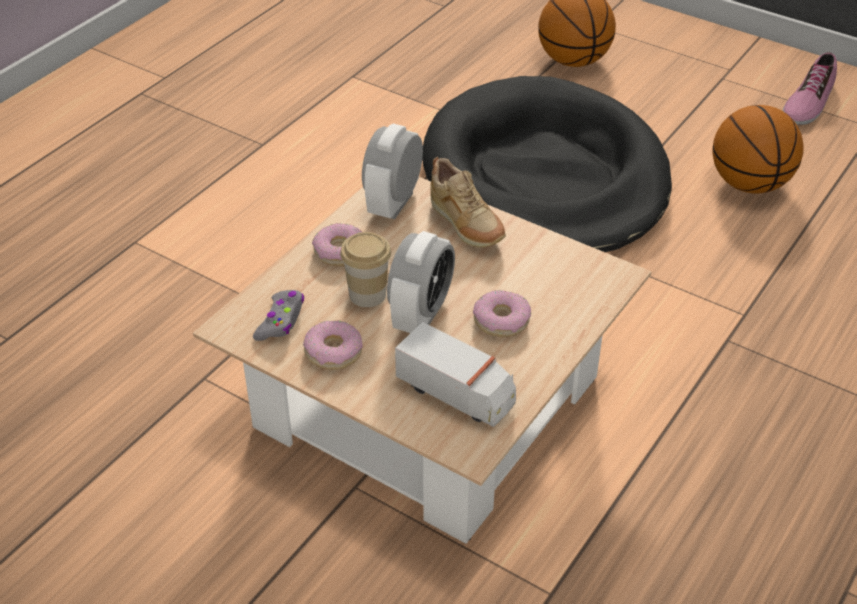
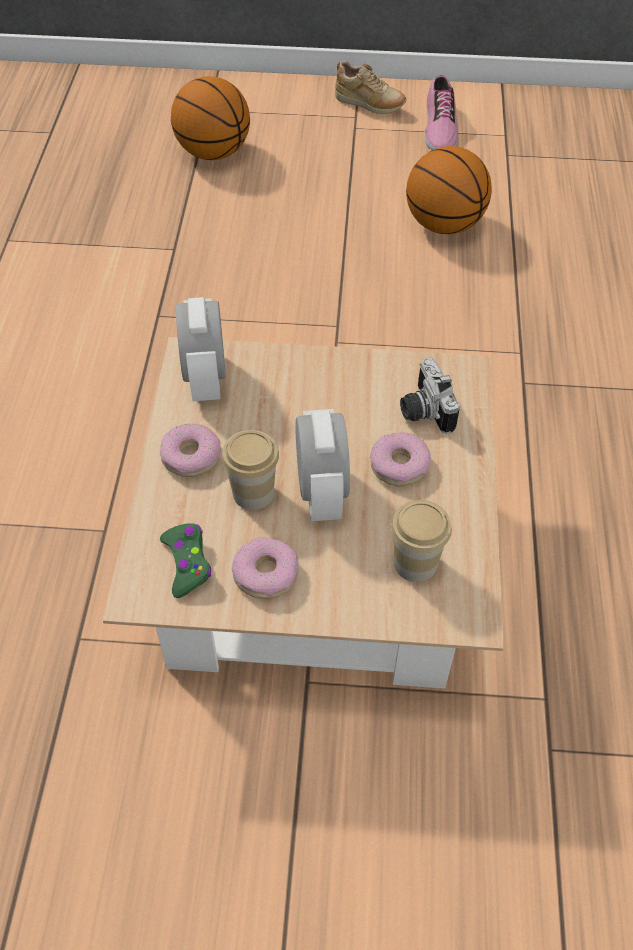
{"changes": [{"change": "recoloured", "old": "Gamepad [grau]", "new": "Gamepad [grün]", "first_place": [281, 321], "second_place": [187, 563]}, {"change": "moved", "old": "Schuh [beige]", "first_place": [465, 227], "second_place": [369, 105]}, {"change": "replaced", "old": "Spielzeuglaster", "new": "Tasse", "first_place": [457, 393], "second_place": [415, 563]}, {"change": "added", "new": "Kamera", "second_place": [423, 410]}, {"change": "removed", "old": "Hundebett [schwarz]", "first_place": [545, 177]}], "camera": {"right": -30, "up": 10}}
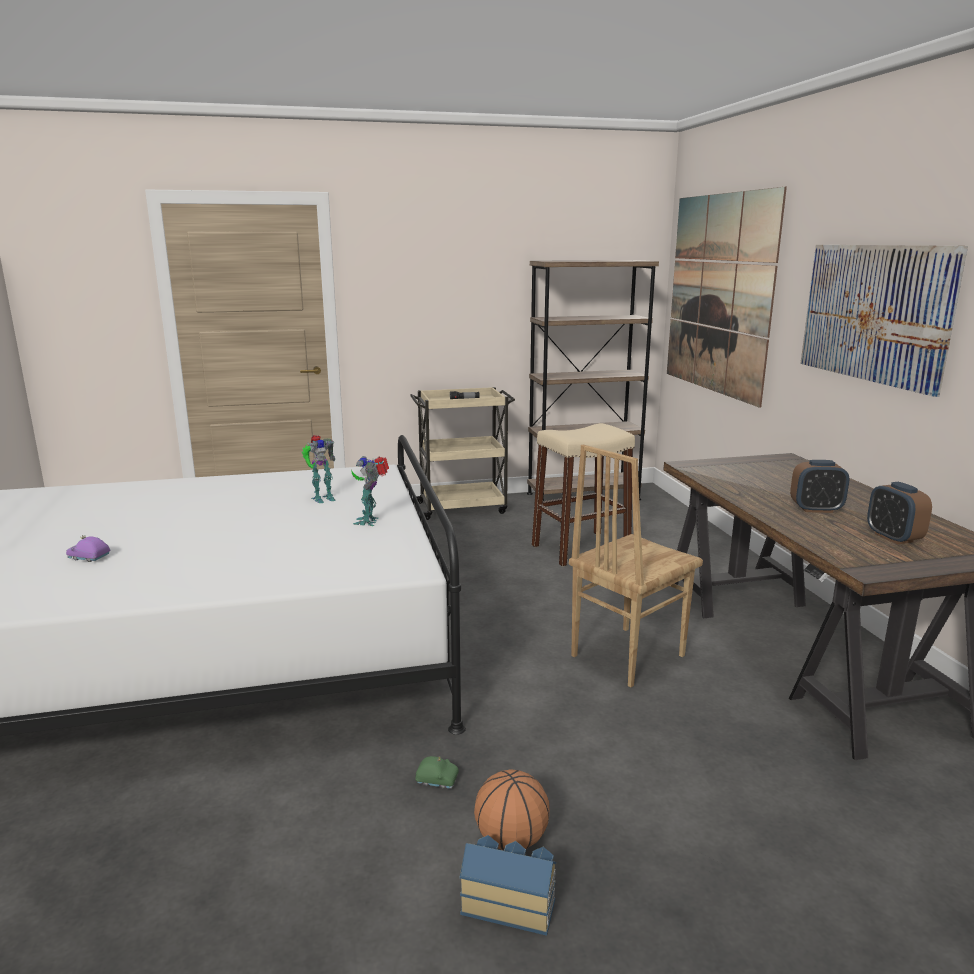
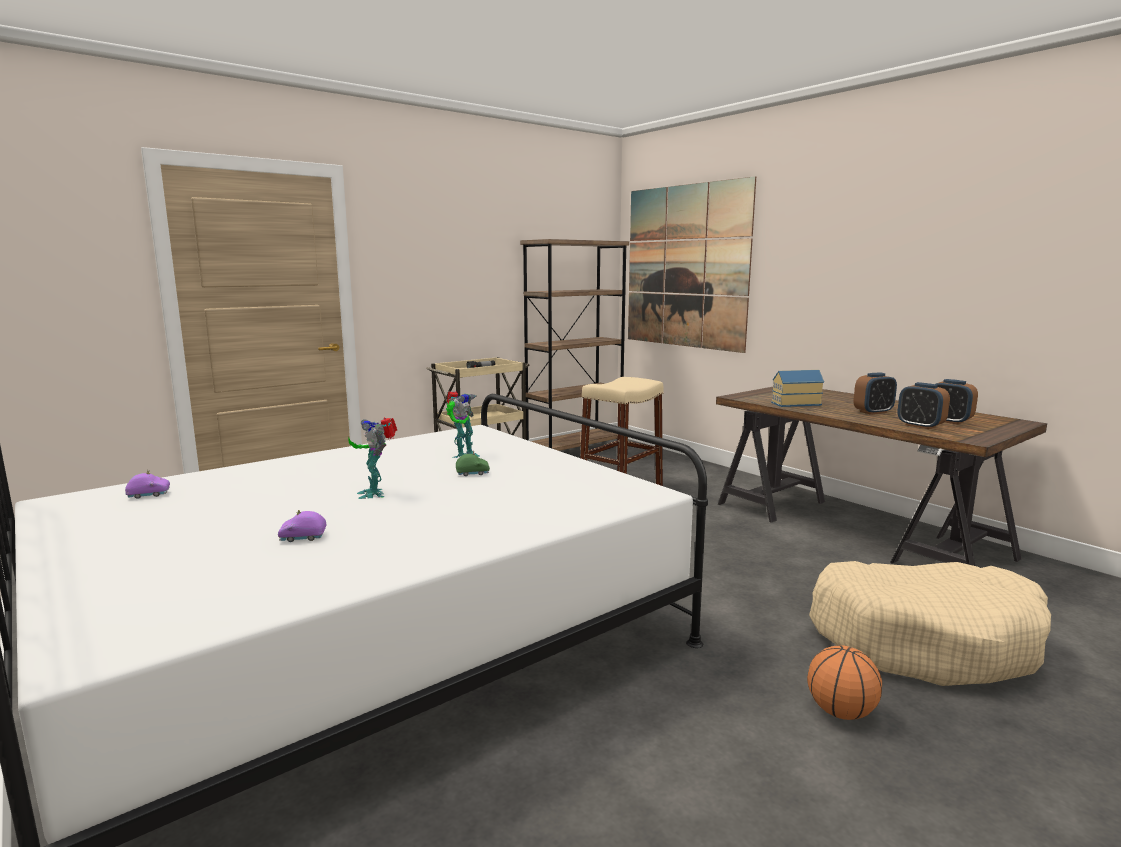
{"changes": [{"change": "added", "new": "Spielzeugauto [lila]", "second_place": [149, 494]}, {"change": "moved", "old": "Spielzeugroboter", "first_place": [370, 521], "second_place": [375, 493]}, {"change": "moved", "old": "Spielzeugauto [grün]", "first_place": [437, 780], "second_place": [472, 473]}, {"change": "moved", "old": "Spielzeughaus", "first_place": [508, 902], "second_place": [794, 403]}, {"change": "added", "new": "Hundebett [beige]", "second_place": [924, 640]}, {"change": "added", "new": "Wecker", "second_place": [920, 426]}, {"change": "removed", "old": "Stuhl [braun]", "first_place": [625, 655]}, {"change": "removed", "old": "Bild", "first_place": [874, 313]}], "camera": {"right": -25, "up": -5}}
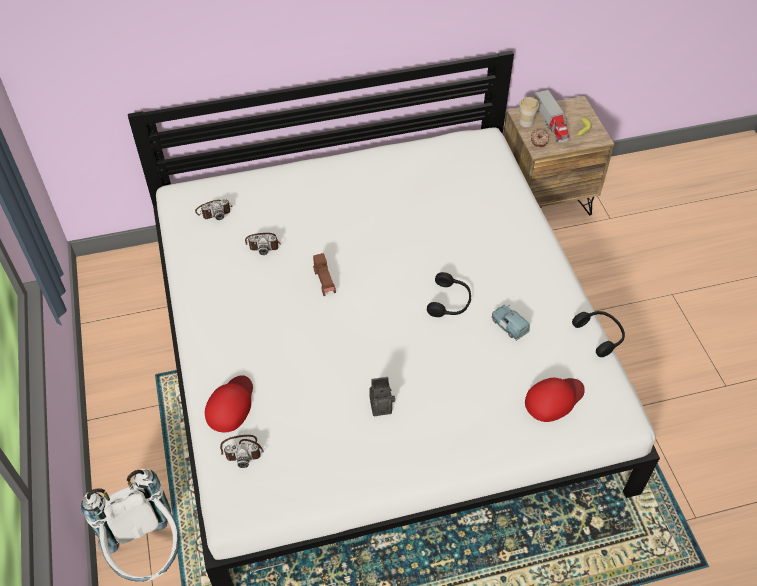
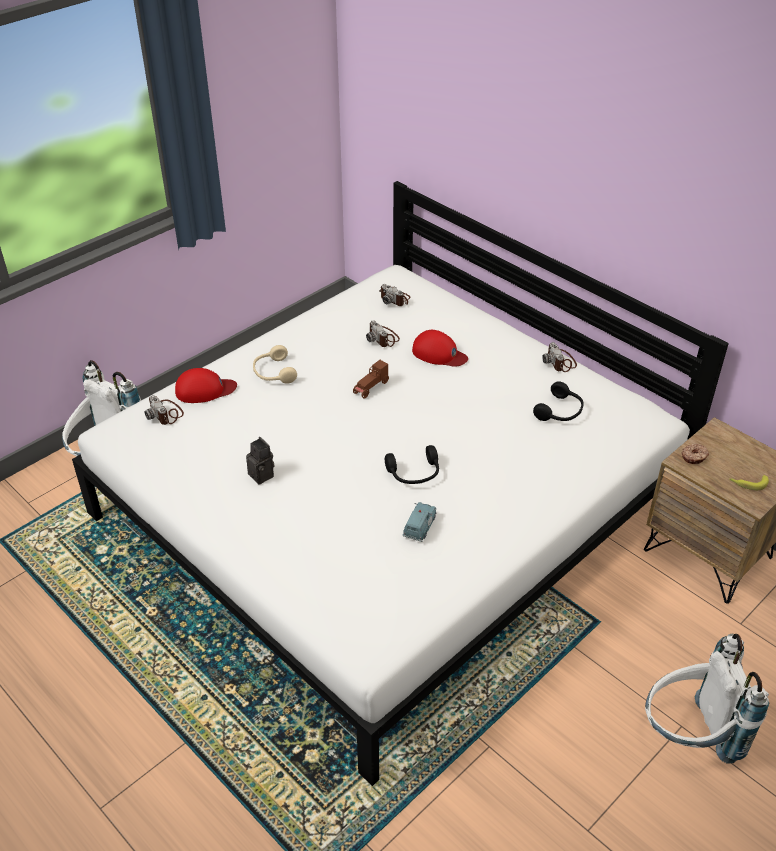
{"changes": [{"change": "added", "new": "Kopfhörer [beige]", "second_place": [273, 373]}, {"change": "moved", "old": "Kappe [rot]", "first_place": [554, 399], "second_place": [439, 354]}, {"change": "moved", "old": "Kopfhörer [schwarz]", "first_place": [600, 335], "second_place": [560, 411]}, {"change": "added", "new": "Kamera", "second_place": [560, 362]}, {"change": "added", "new": "Rucksack [weiß]", "second_place": [689, 736]}, {"change": "removed", "old": "Tasse", "first_place": [526, 122]}, {"change": "removed", "old": "Spielzeuglaster", "first_place": [551, 123]}], "camera": {"right": 60, "up": -10}}
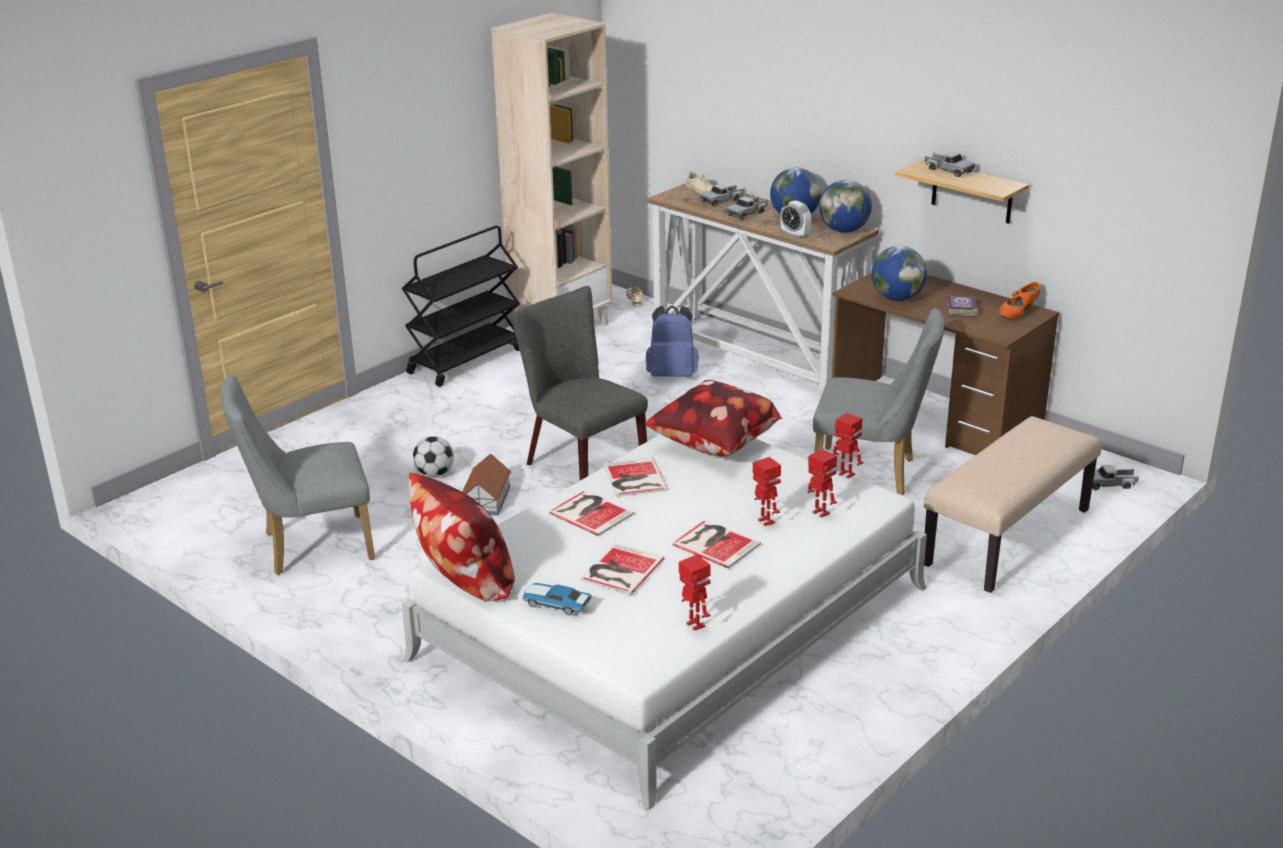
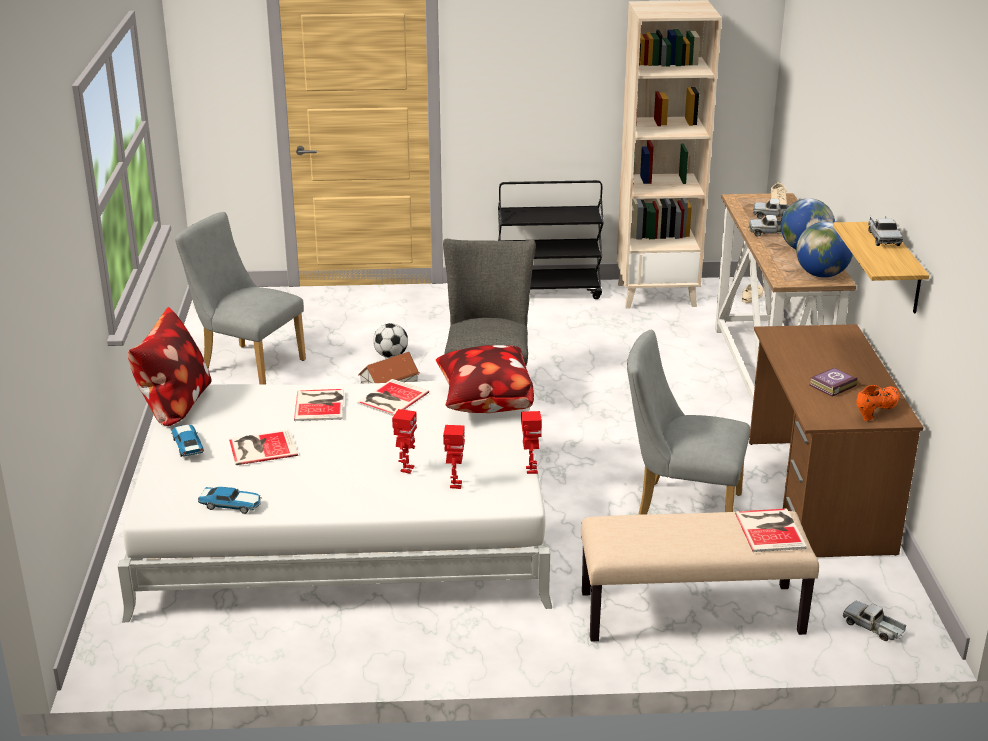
{"changes": [{"change": "replaced", "old": "Spielzeugroboter", "new": "Spielzeugauto", "first_place": [694, 625], "second_place": [231, 505]}, {"change": "turned", "old": "Stuhl [grau]", "first_place": [872, 473], "second_place": [680, 508], "degrees": 135}, {"change": "moved", "old": "Buch", "first_place": [715, 543], "second_place": [771, 529]}, {"change": "turned", "old": "Schuh [orange]", "first_place": [1017, 314], "second_place": [876, 411], "degrees": 135}, {"change": "removed", "old": "Rucksack [blau]", "first_place": [672, 374]}, {"change": "removed", "old": "Wecker", "first_place": [795, 235]}, {"change": "removed", "old": "Globus", "first_place": [897, 298]}], "camera": {"right": 45, "up": 0}}
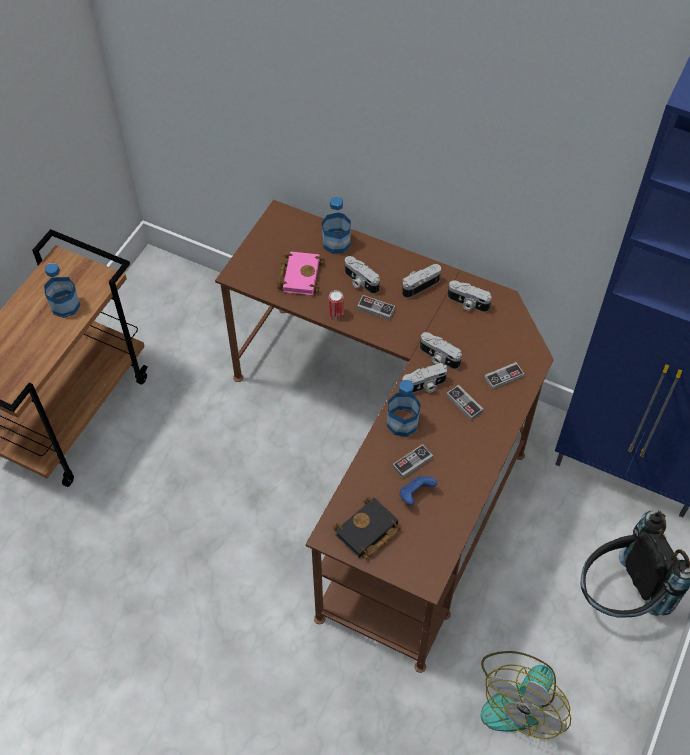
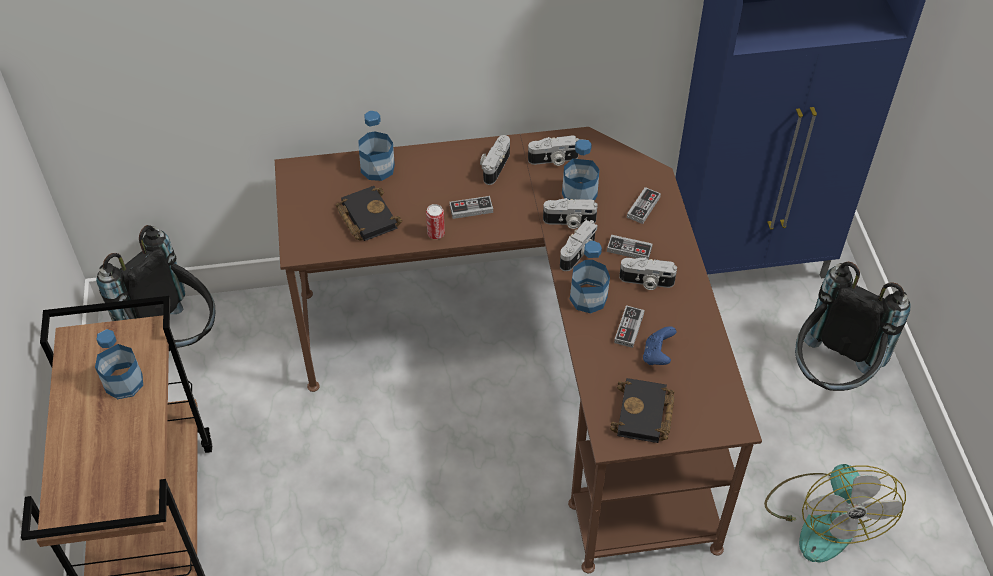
{"changes": [{"change": "added", "new": "Rucksack [schwarz]", "second_place": [176, 339]}, {"change": "recoloured", "old": "Buch [rosa]", "new": "Buch [schwarz]", "first_place": [299, 275], "second_place": [366, 217]}, {"change": "added", "new": "Flasche", "second_place": [579, 195]}, {"change": "moved", "old": "Kamera", "first_place": [360, 282], "second_place": [646, 282]}], "camera": {"right": -35, "up": -5}}
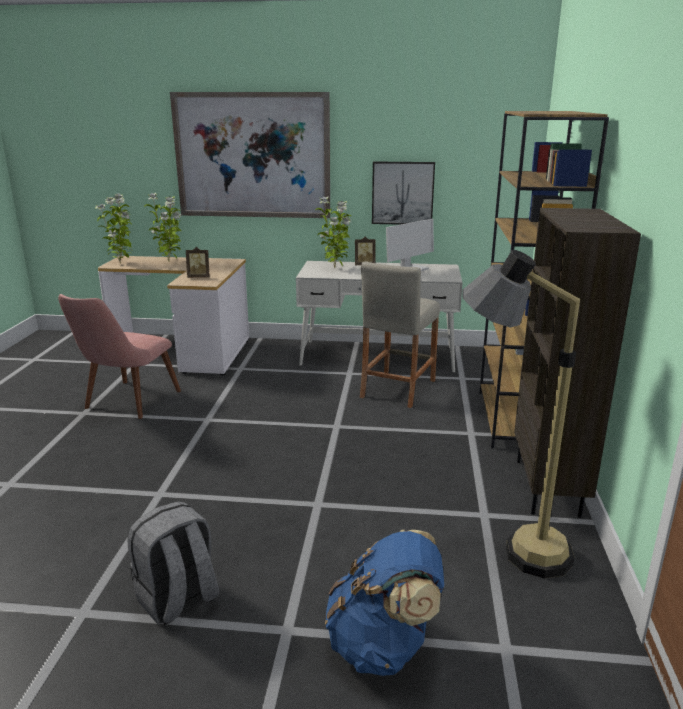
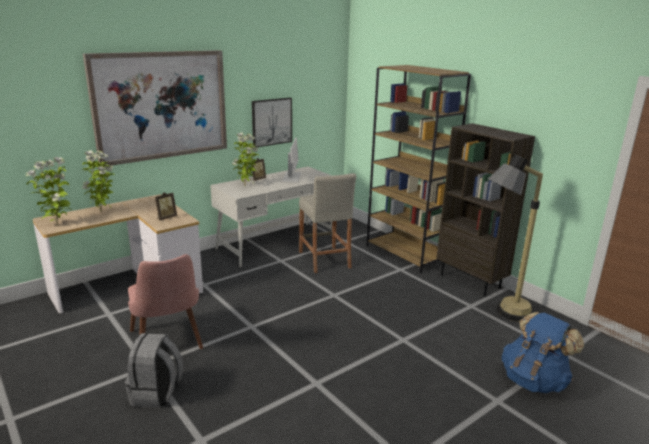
{"changes": [{"change": "moved", "old": "Rucksack [grau]", "first_place": [178, 600], "second_place": [156, 393]}], "camera": {"right": -45, "up": 0}}
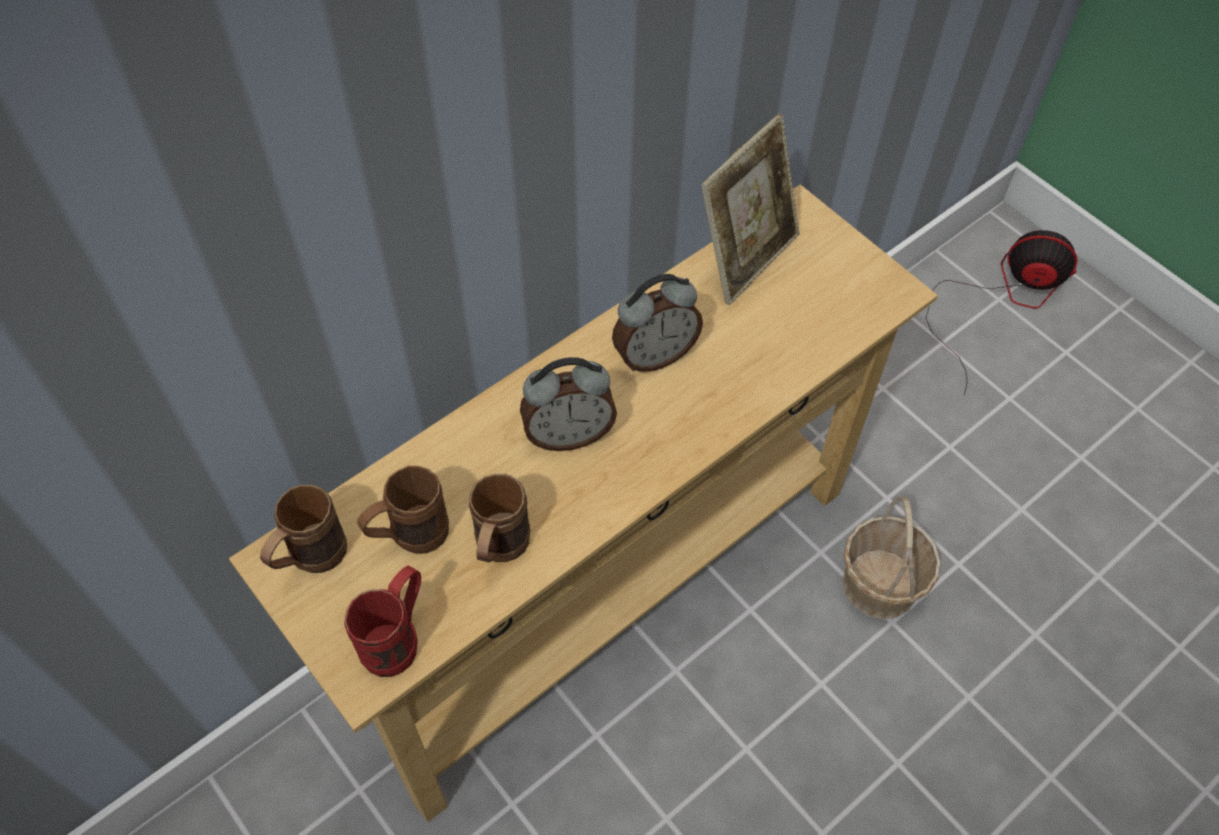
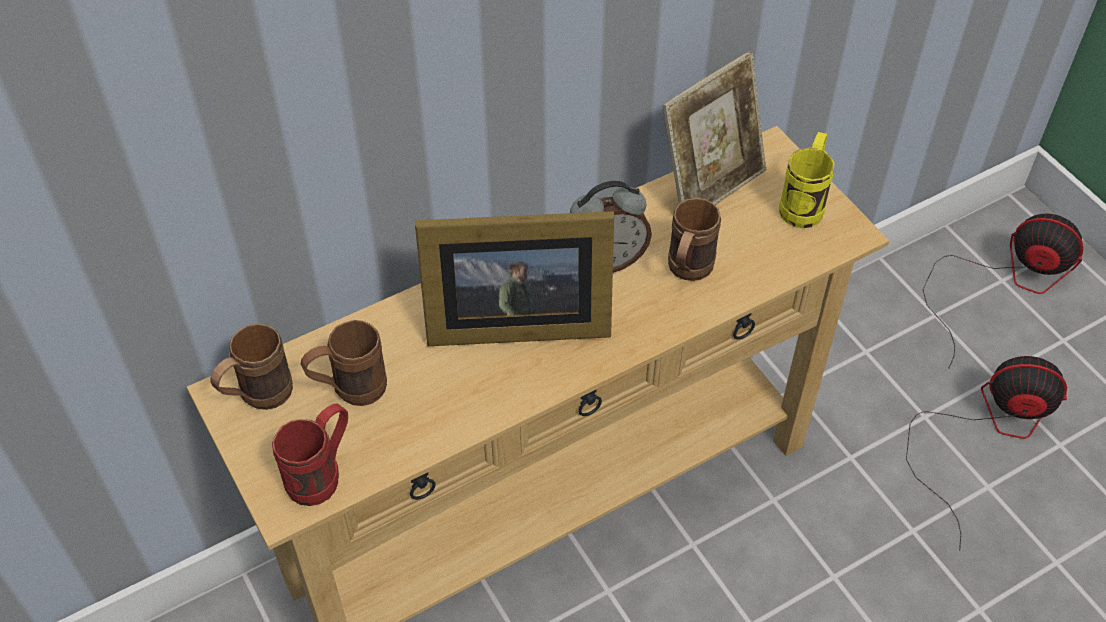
{"changes": [{"change": "replaced", "old": "Wecker", "new": "Bilderrahmen", "first_place": [568, 434], "second_place": [511, 320]}, {"change": "moved", "old": "Henkelbecher [braun]", "first_place": [498, 551], "second_place": [686, 272]}, {"change": "added", "new": "Henkelbecher [gelb]", "second_place": [804, 203]}, {"change": "added", "new": "Ventilator", "second_place": [986, 433]}, {"change": "removed", "old": "Korb", "first_place": [879, 585]}], "camera": {"right": 10, "up": -5}}
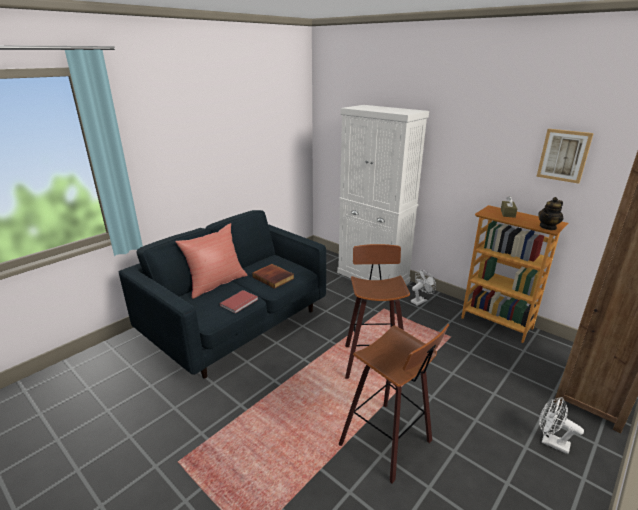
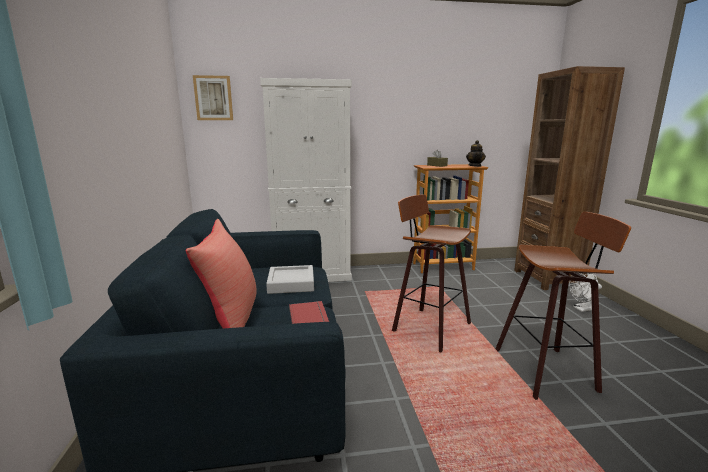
{"changes": [{"change": "moved", "old": "Bild", "first_place": [564, 155], "second_place": [213, 98]}, {"change": "replaced", "old": "Buch", "new": "Tablett [grau]", "first_place": [274, 277], "second_place": [291, 283]}, {"change": "removed", "old": "Ventilator [weiß]", "first_place": [420, 300]}], "camera": {"right": -50, "up": -10}}
